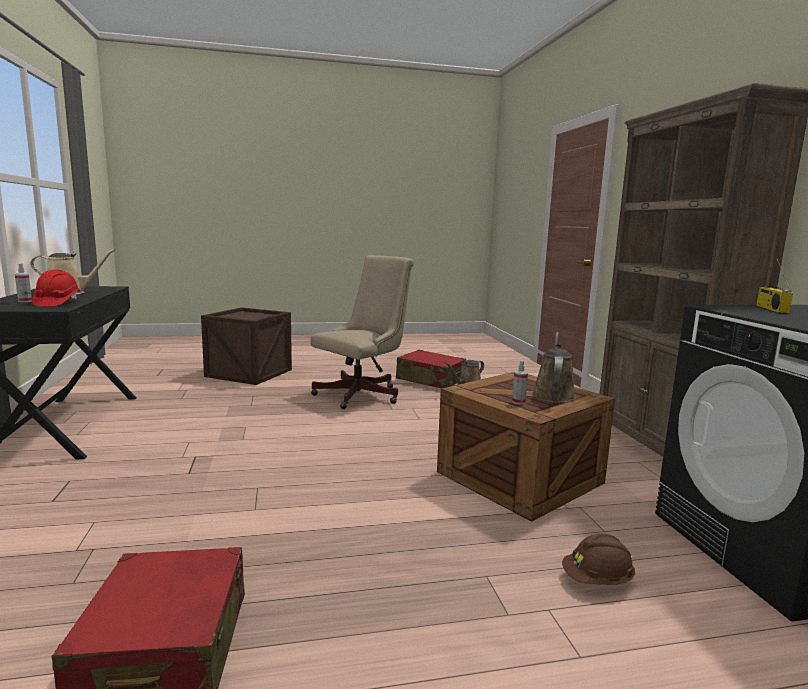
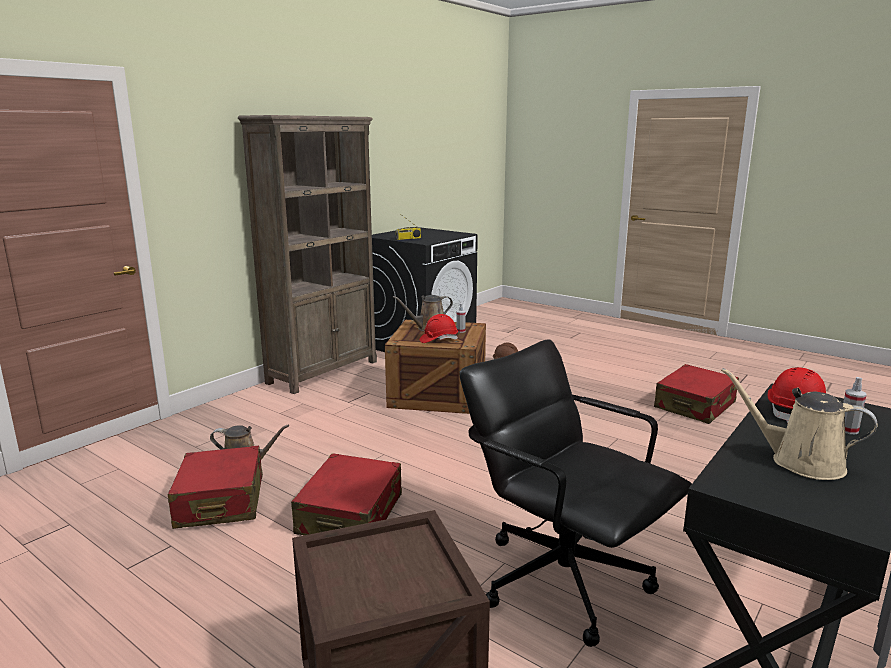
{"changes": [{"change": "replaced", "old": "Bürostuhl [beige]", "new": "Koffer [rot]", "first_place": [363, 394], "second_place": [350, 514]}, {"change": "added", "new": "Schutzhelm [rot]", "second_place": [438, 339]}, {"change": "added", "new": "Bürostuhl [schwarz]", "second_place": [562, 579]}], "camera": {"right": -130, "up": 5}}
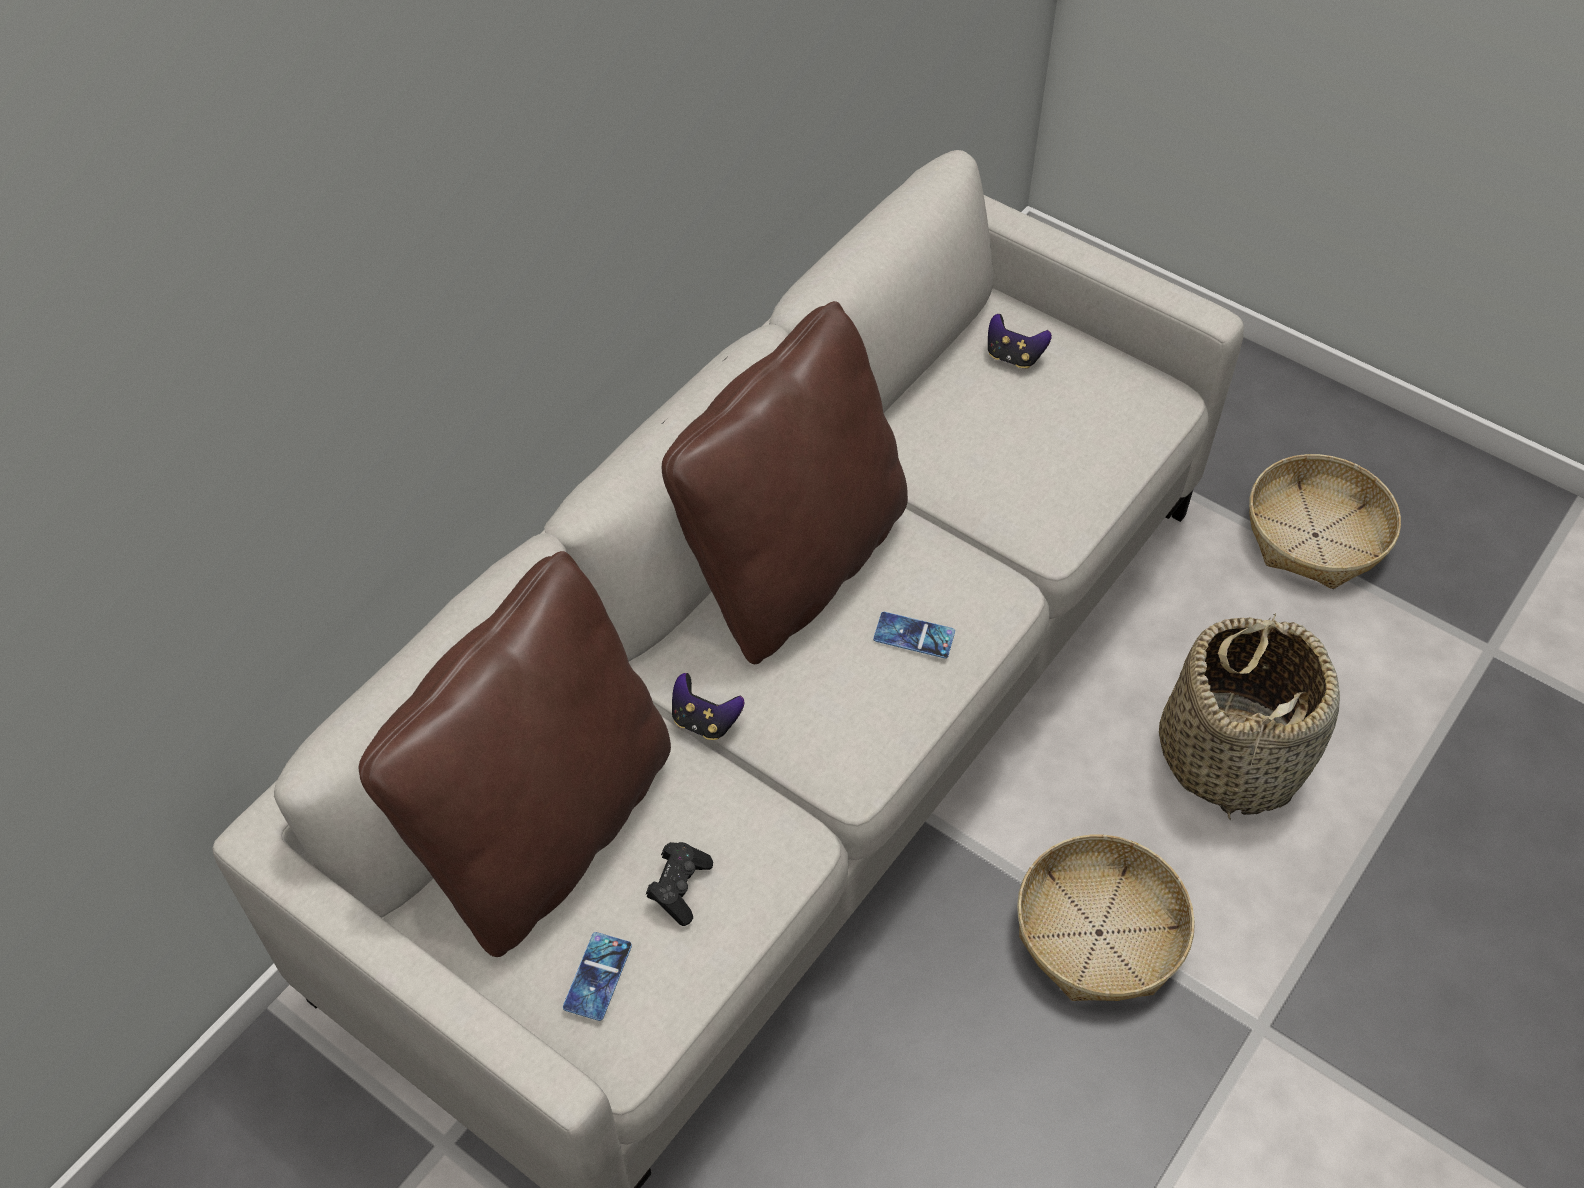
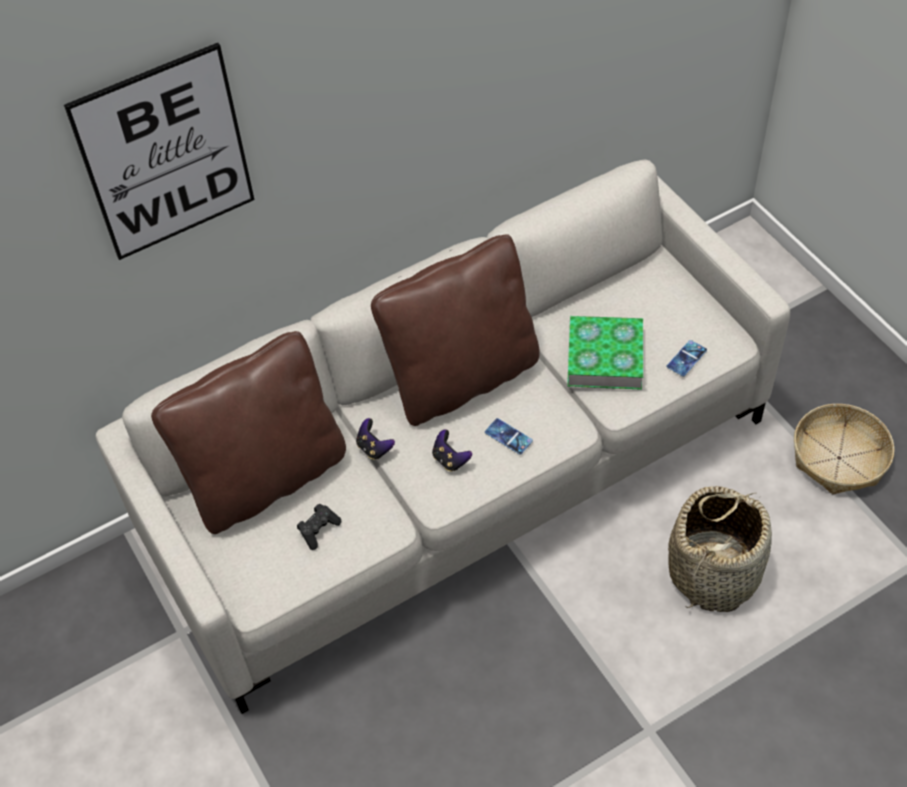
{"changes": [{"change": "added", "new": "Bild", "second_place": [165, 154]}, {"change": "moved", "old": "Gamepad", "first_place": [1013, 357], "second_place": [450, 459]}, {"change": "added", "new": "Buch", "second_place": [605, 357]}, {"change": "moved", "old": "Handy", "first_place": [597, 976], "second_place": [686, 358]}, {"change": "removed", "old": "Korb", "first_place": [1098, 932]}], "camera": {"right": 25, "up": 0}}
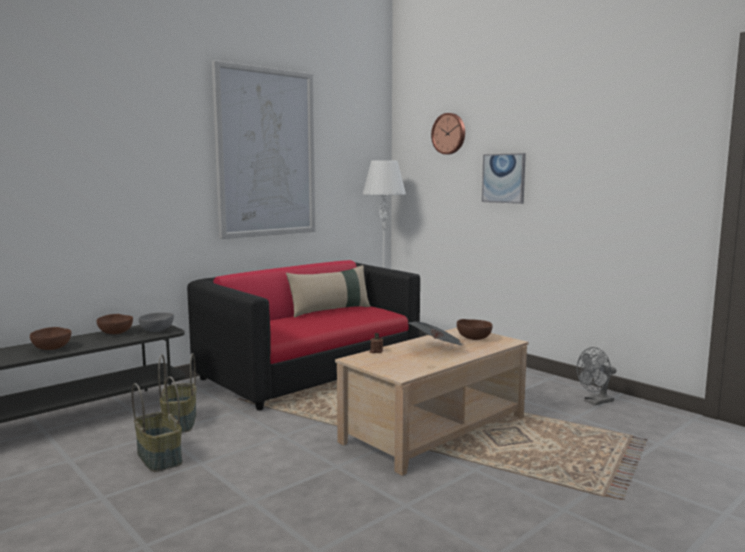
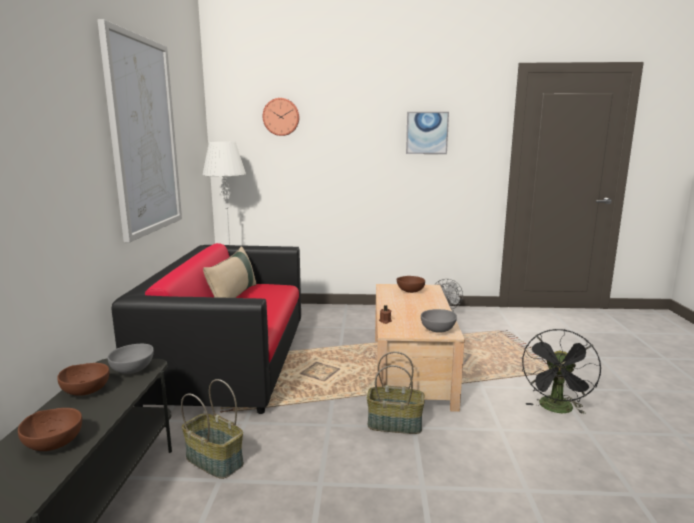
{"changes": [{"change": "moved", "old": "Korb", "first_place": [160, 457], "second_place": [395, 424]}, {"change": "moved", "old": "Bild", "first_place": [504, 178], "second_place": [427, 133]}, {"change": "added", "new": "Schüssel [grau]", "second_place": [439, 330]}, {"change": "added", "new": "Ventilator [schwarz]", "second_place": [556, 409]}, {"change": "removed", "old": "Zeitung", "first_place": [438, 349]}], "camera": {"right": -45, "up": 5}}
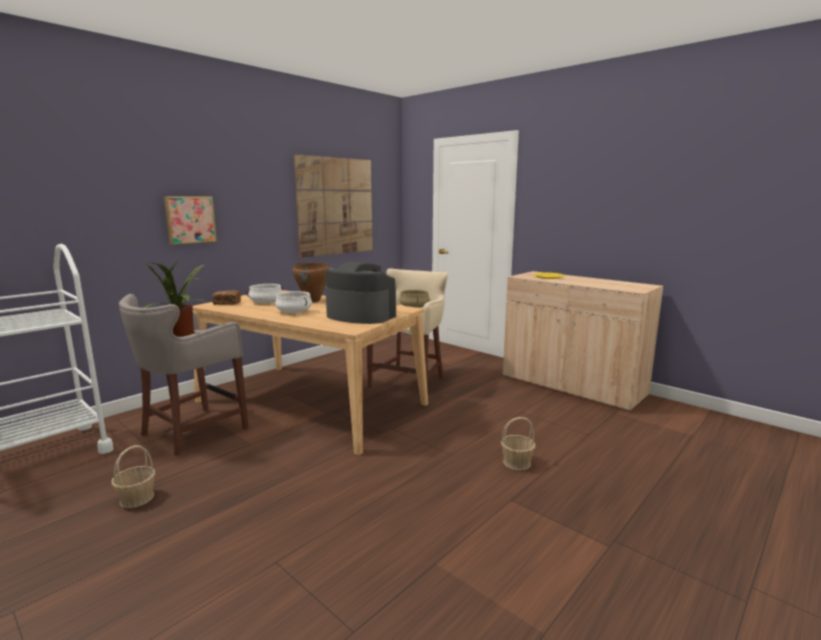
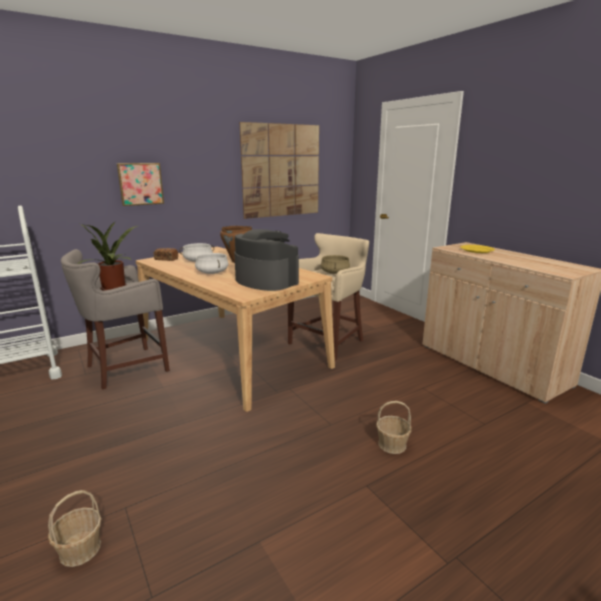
{"changes": [{"change": "moved", "old": "Korb", "first_place": [136, 498], "second_place": [80, 549]}], "camera": {"right": 15, "up": 5}}
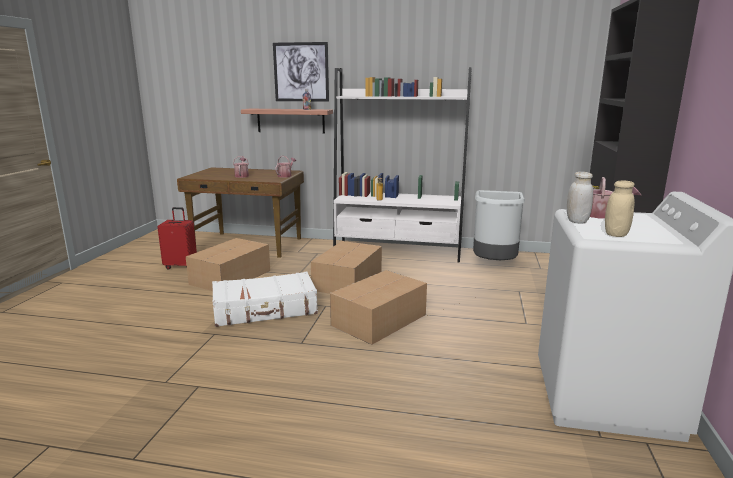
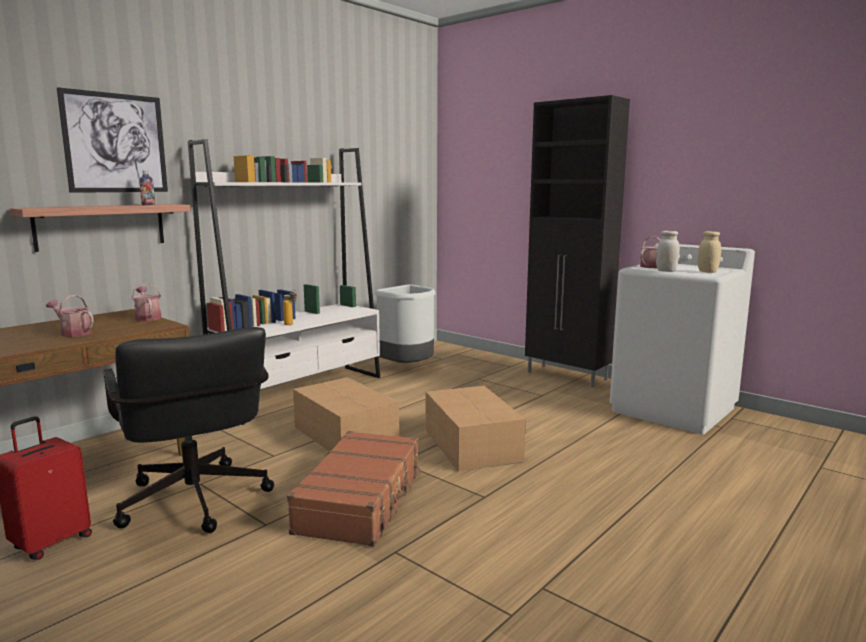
{"changes": [{"change": "replaced", "old": "Karton", "new": "Bürostuhl [schwarz]", "first_place": [229, 277], "second_place": [196, 505]}, {"change": "recoloured", "old": "Koffer [weiß]", "new": "Koffer [braun]", "first_place": [265, 310], "second_place": [361, 500]}], "camera": {"right": -60, "up": -5}}
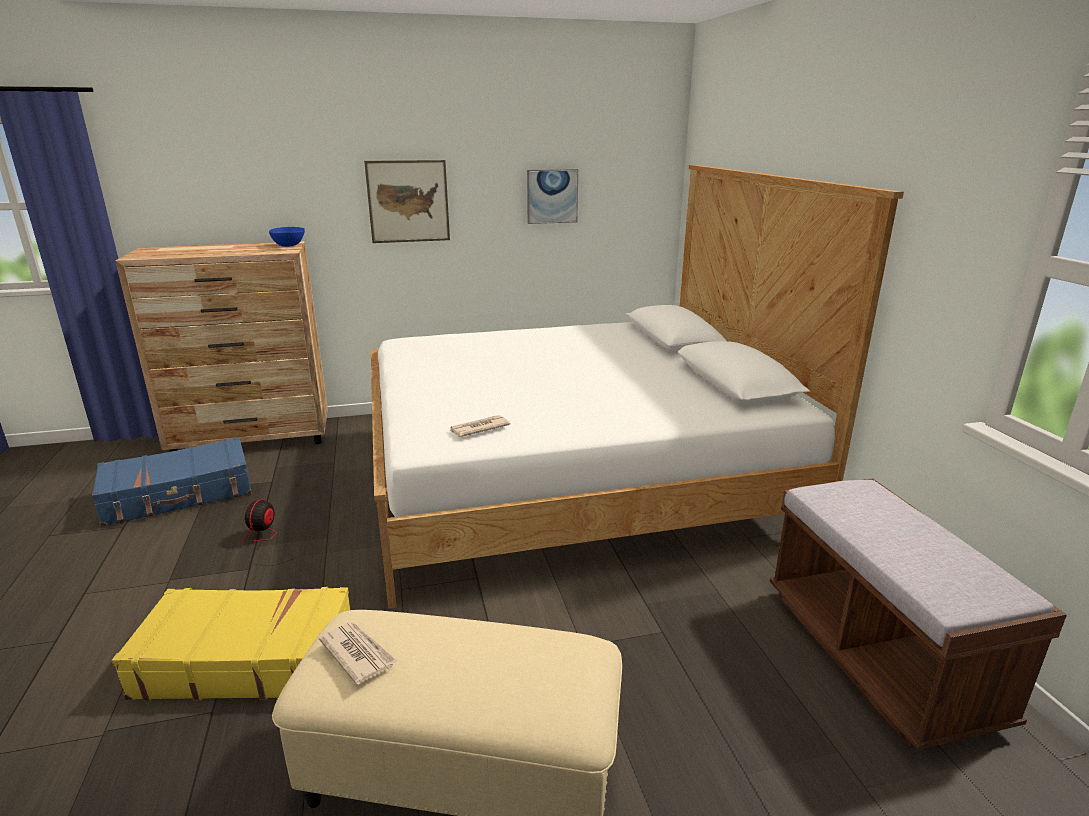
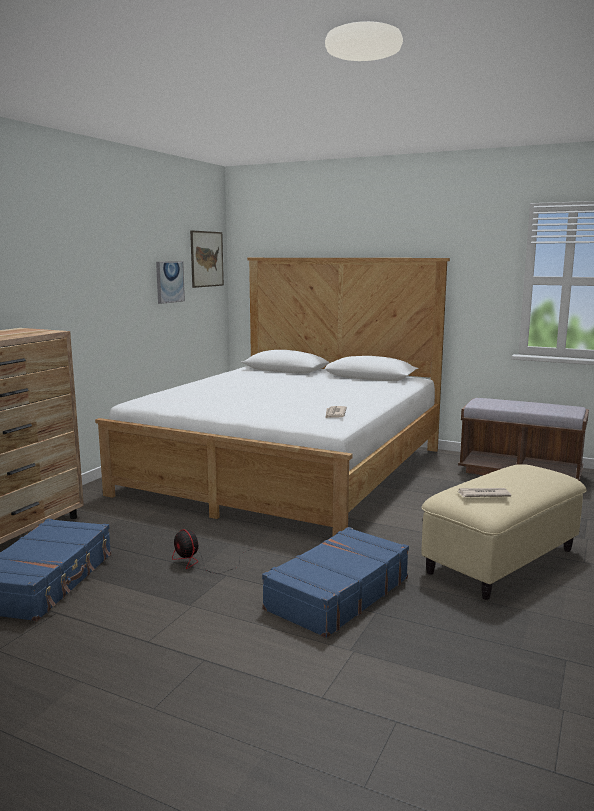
{"changes": [{"change": "moved", "old": "Bild", "first_place": [408, 201], "second_place": [207, 259]}, {"change": "recoloured", "old": "Koffer [gelb]", "new": "Koffer [blau]", "first_place": [247, 659], "second_place": [336, 594]}, {"change": "removed", "old": "Schüssel [blau]", "first_place": [289, 245]}], "camera": {"right": -50, "up": -10}}
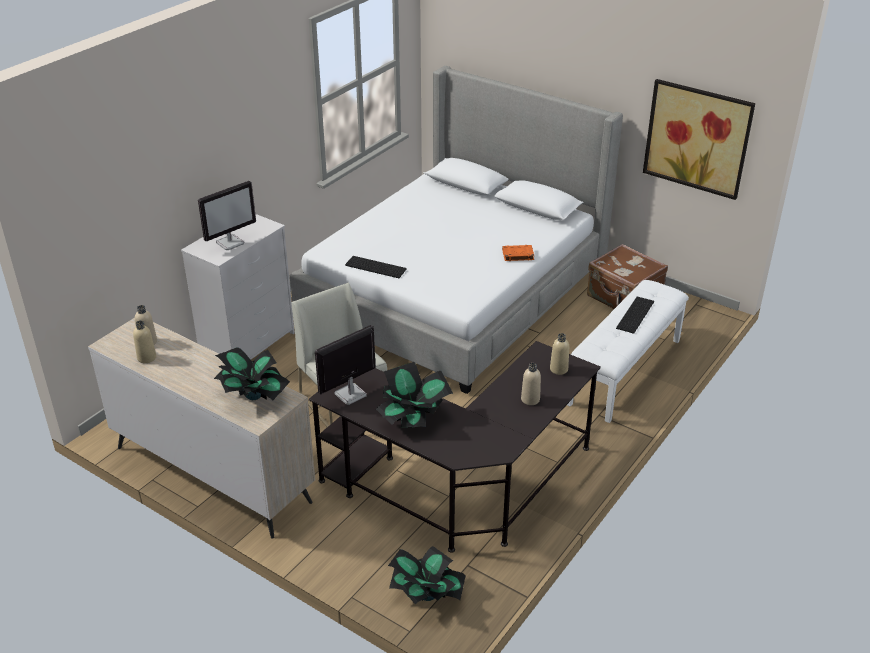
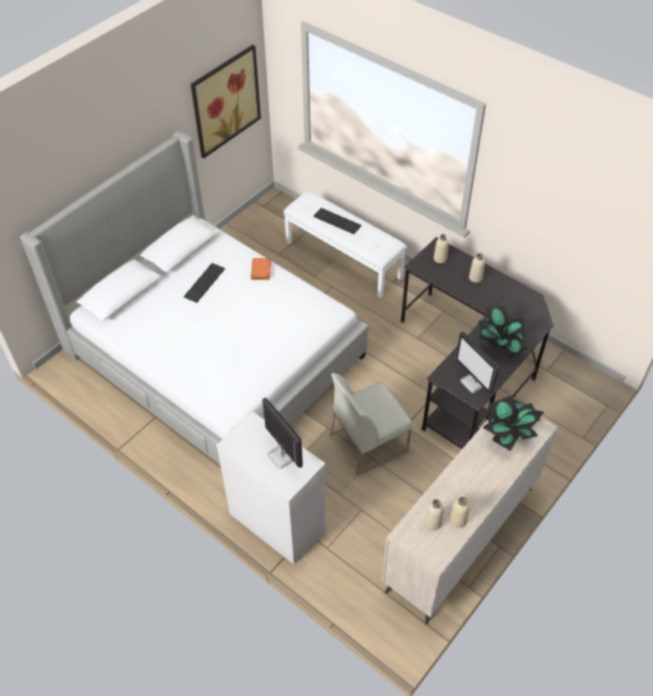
{"changes": [{"change": "moved", "old": "Tastatur", "first_place": [376, 267], "second_place": [204, 282]}, {"change": "removed", "old": "Topfpflanze", "first_place": [427, 595]}, {"change": "removed", "old": "Koffer [braun]", "first_place": [623, 299]}], "camera": {"right": -85, "up": 15}}
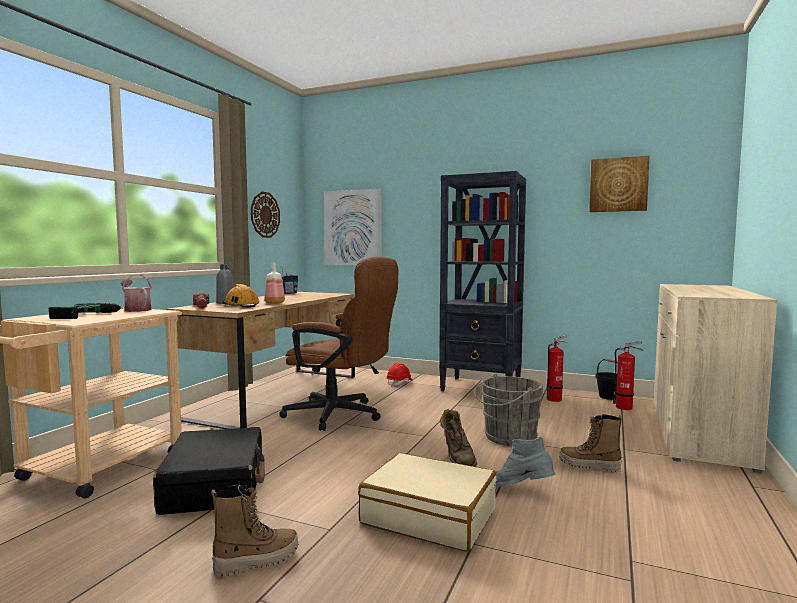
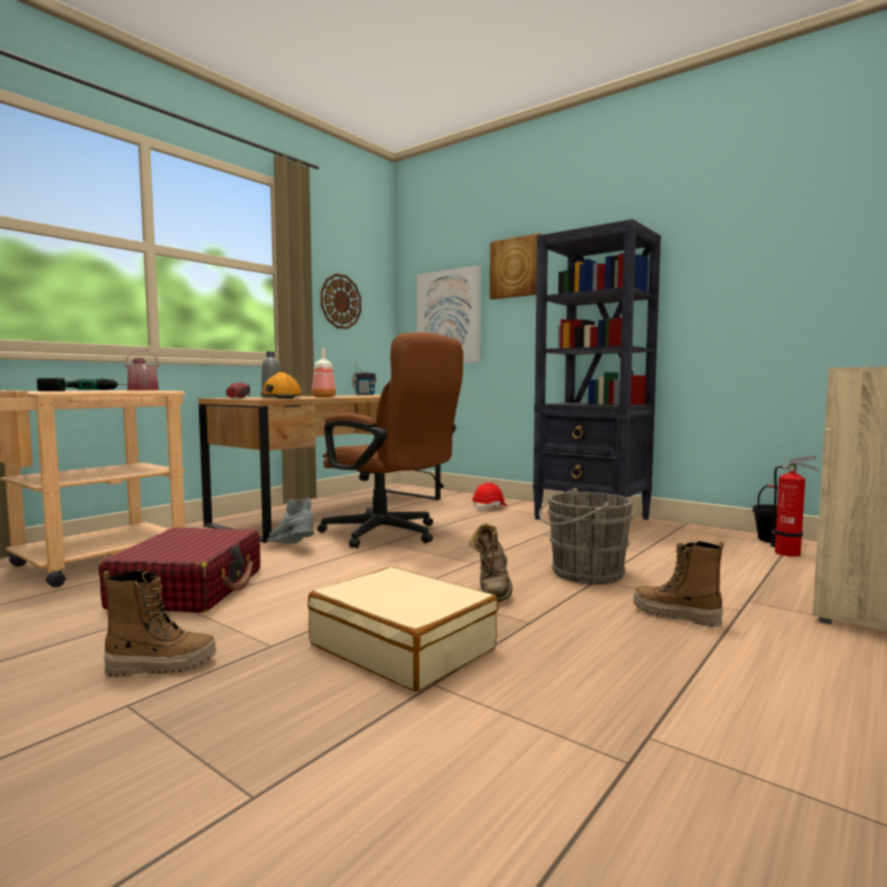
{"changes": [{"change": "recoloured", "old": "Koffer [schwarz]", "new": "Koffer [rot]", "first_place": [215, 485], "second_place": [189, 588]}, {"change": "moved", "old": "Stiefel [grau]", "first_place": [520, 490], "second_place": [292, 548]}, {"change": "moved", "old": "Bild", "first_place": [618, 185], "second_place": [516, 267]}, {"change": "removed", "old": "Feuerlöscher", "first_place": [555, 399]}], "camera": {"right": 15, "up": 0}}
